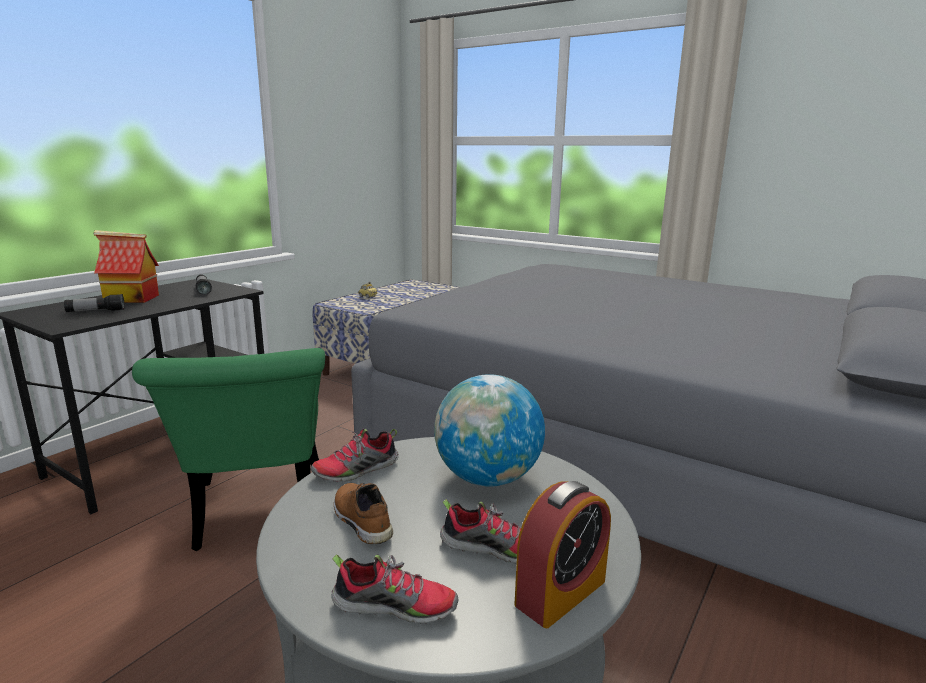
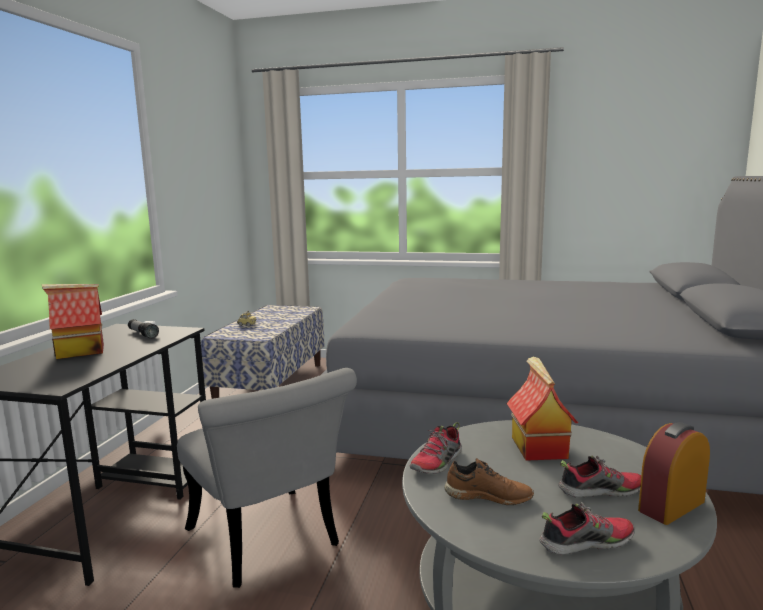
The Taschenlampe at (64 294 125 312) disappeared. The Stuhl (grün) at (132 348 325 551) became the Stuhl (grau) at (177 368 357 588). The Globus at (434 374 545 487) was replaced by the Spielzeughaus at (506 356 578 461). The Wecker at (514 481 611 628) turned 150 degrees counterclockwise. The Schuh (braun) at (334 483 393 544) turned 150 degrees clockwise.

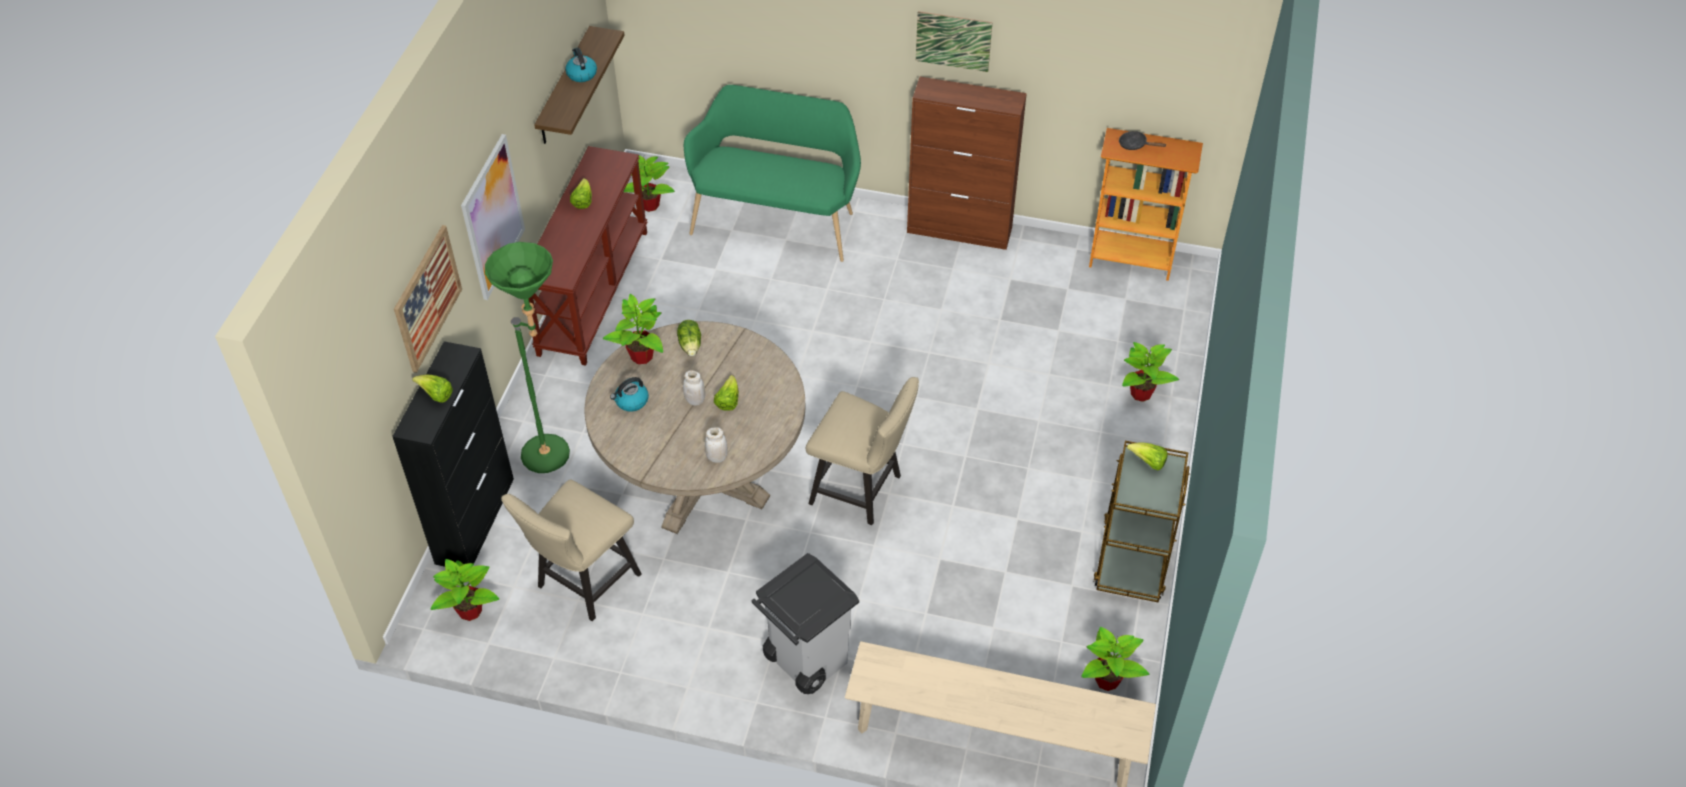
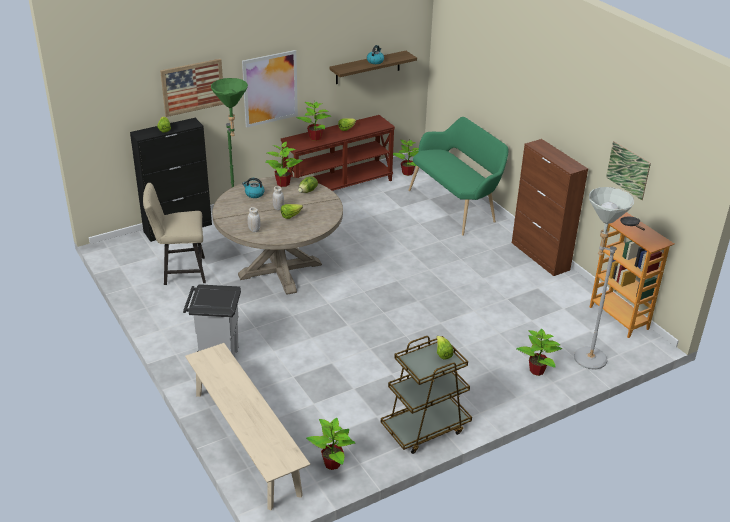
The Bild moved from (916 11 992 72) to (606 141 651 200). The Stuhl (beige) at (806 377 919 525) disappeared. The Topfpflanze moved from (431 559 499 621) to (296 102 331 141). The Stehlampe (grau) at (574 187 635 370) appeared.

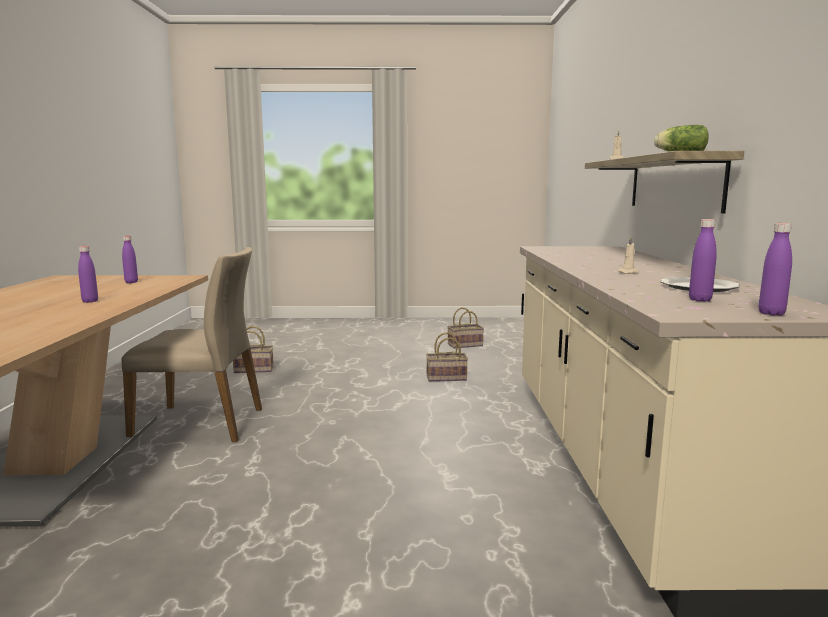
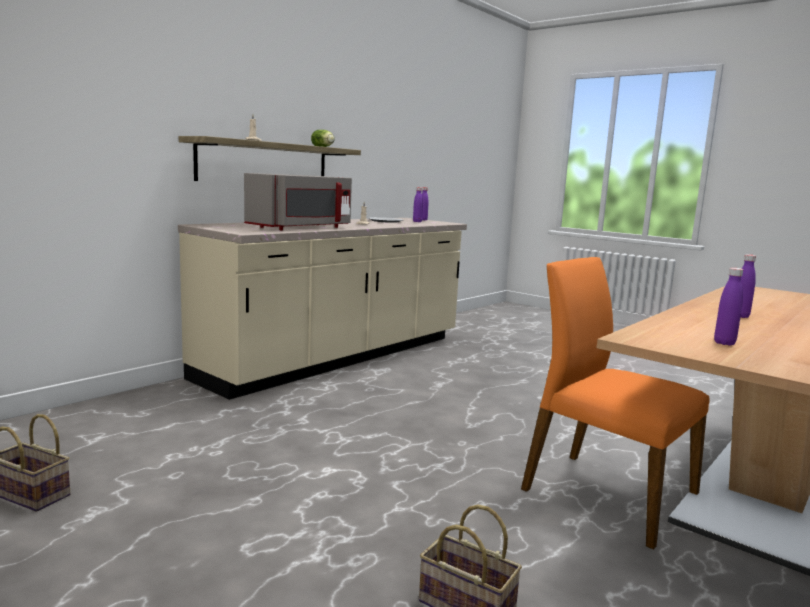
The Stuhl (beige) at (122 247 262 442) became the Stuhl (orange) at (521 257 709 550). The Korb at (426 332 468 382) disappeared. The Mikrowelle (grau) at (244 173 352 230) appeared.

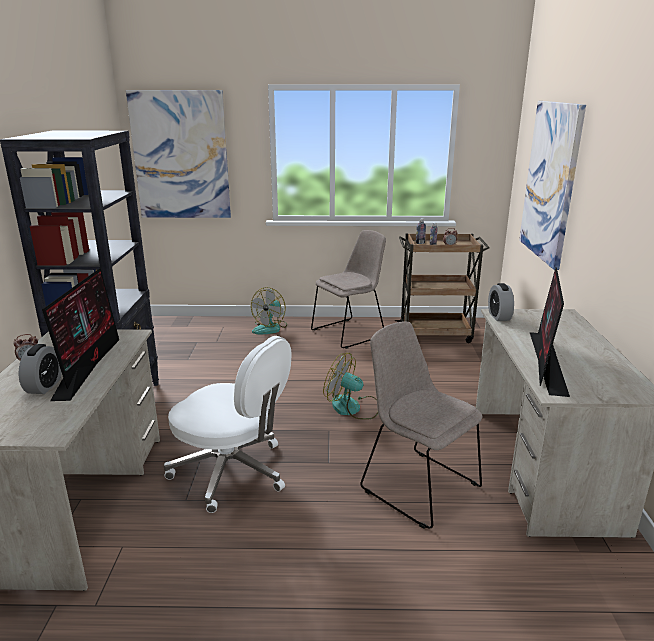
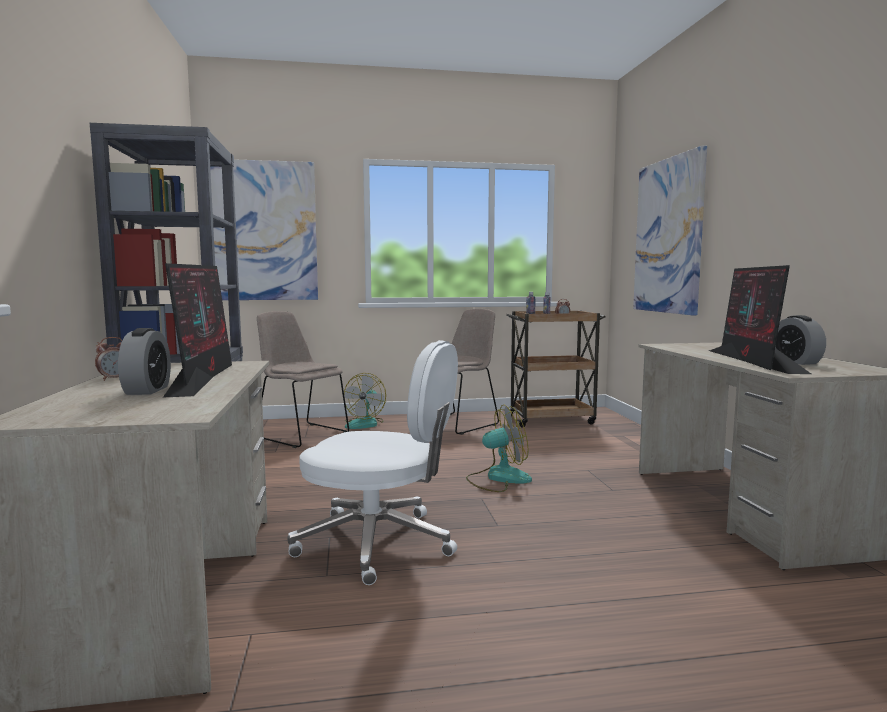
The Wecker moved from (488 283 514 321) to (775 315 826 365). The Stuhl (beige) moved from (360 322 482 529) to (257 311 349 448). The Ventilator at (323 353 378 420) turned 150 degrees clockwise.

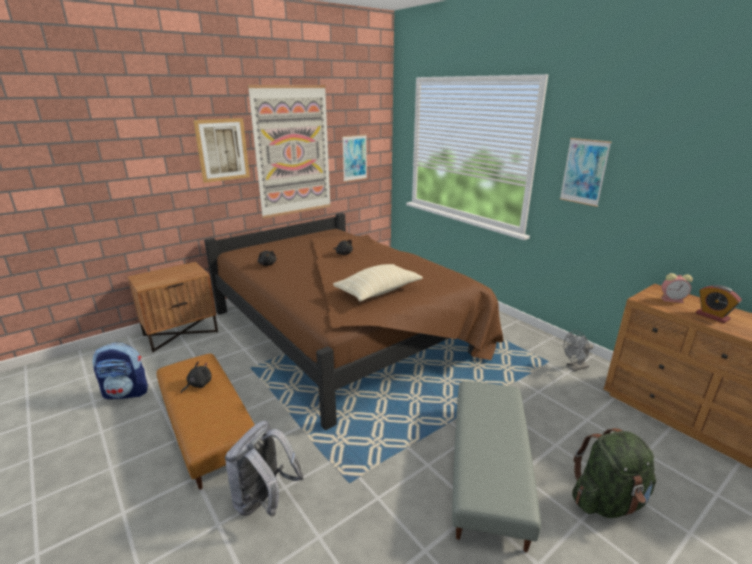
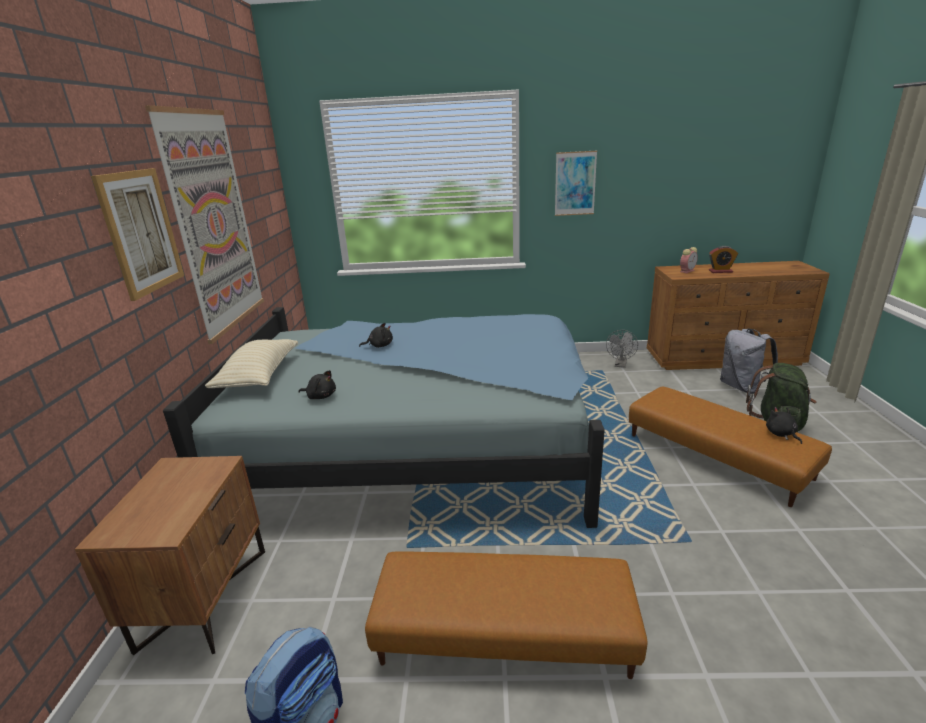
The Bild at (342 134 367 182) disappeared. The Bett (braun) at (204 213 503 430) became the Bett (blau) at (163 307 605 528). The Kissen (beige) moved from (333 264 423 301) to (205 339 298 388). The Plüschtier (schwarz) moved from (181 362 211 393) to (766 407 802 444). The Polsterhocker (grau) at (452 381 541 552) became the Polsterhocker (braun) at (629 387 832 507). The Rucksack (grau) moved from (225 421 304 517) to (720 329 778 394).

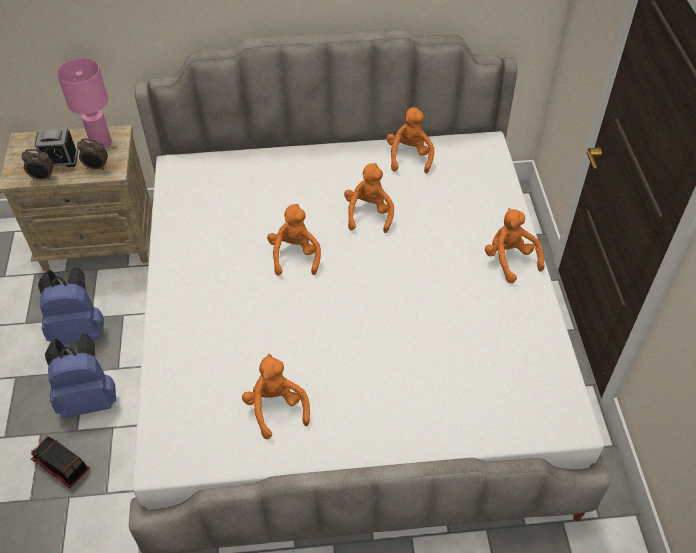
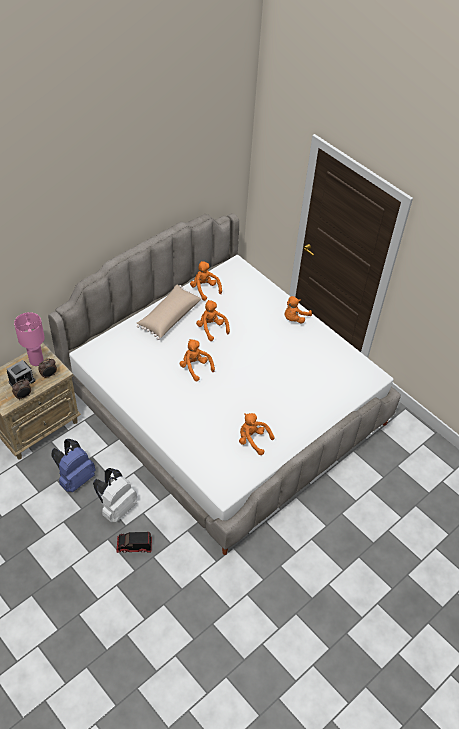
The Plüschtier (orange) at (485 208 545 283) turned 75 degrees counterclockwise. The Rucksack (blau) at (45 333 116 418) became the Rucksack (weiß) at (93 468 137 522). The Kissen (beige) at (137 285 202 340) appeared.

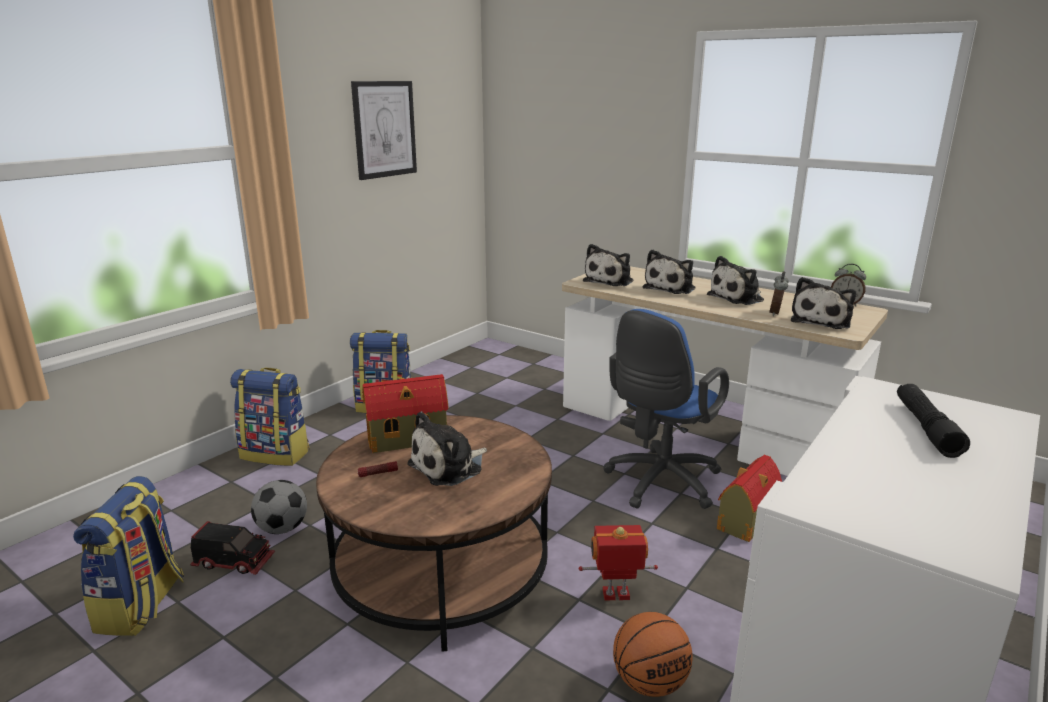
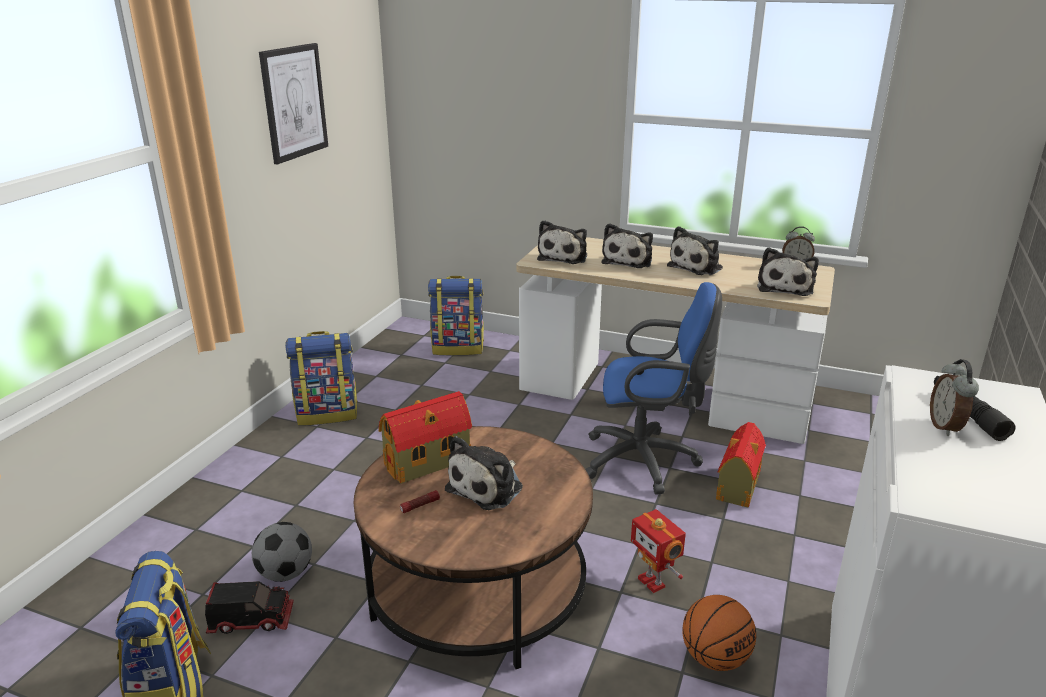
The Wecker moved from (769 271 789 316) to (930 359 979 436). The Bürostuhl (blau) at (603 309 729 509) turned 105 degrees counterclockwise. The Rucksack moved from (230 367 309 466) to (428 276 484 355). The Spielzeugroboter at (579 525 658 600) turned 105 degrees counterclockwise.

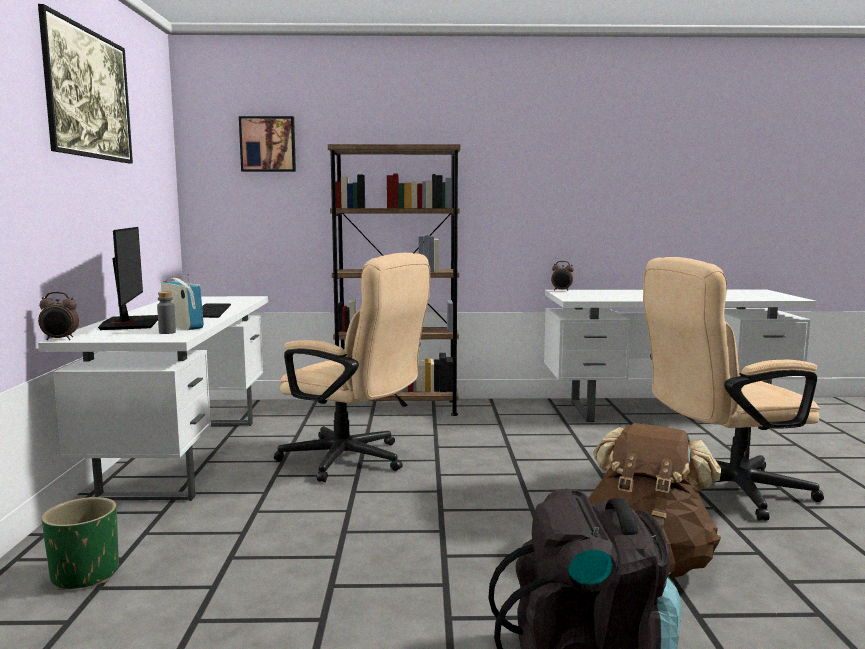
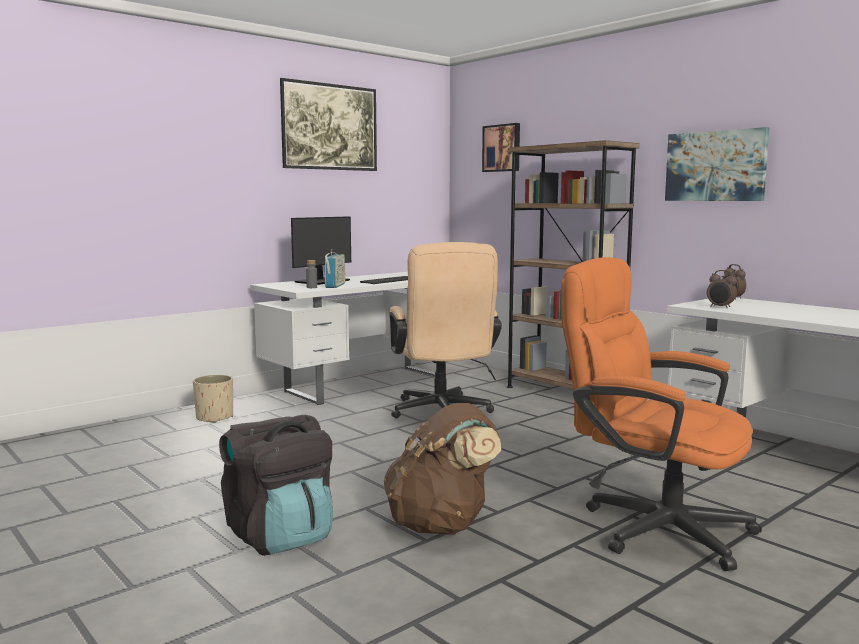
The Bürostuhl (beige) at (643 257 824 521) became the Bürostuhl (orange) at (561 257 762 571). The Wecker moved from (38 292 79 340) to (707 270 737 309). The Pflanzkübel (grün) at (42 497 119 590) became the Pflanzkübel (beige) at (193 375 233 423). The Bild at (665 127 769 201) appeared.

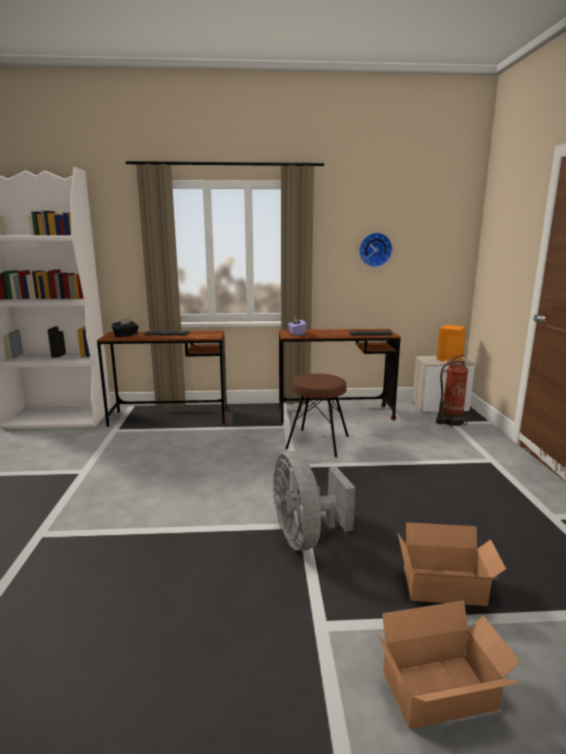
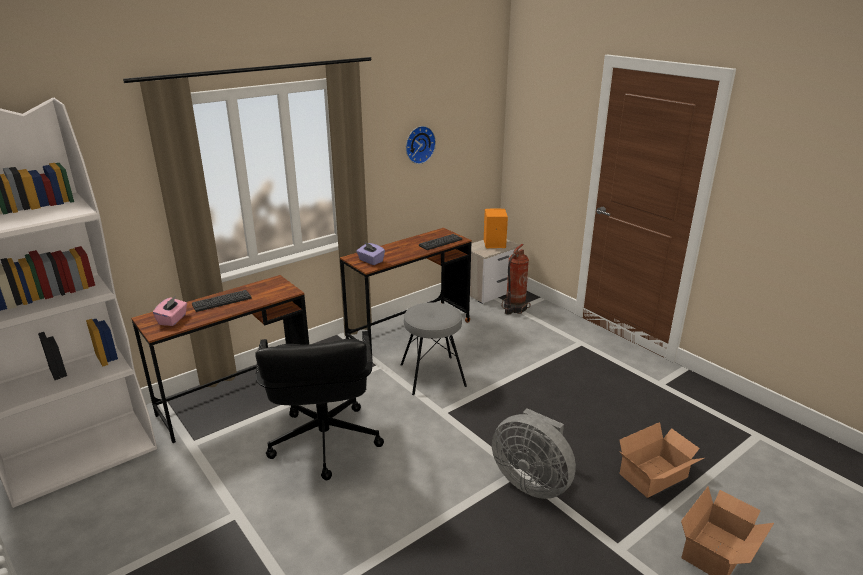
The Taschentuchbox (schwarz) at (111 318 139 337) became the Taschentuchbox (rosa) at (153 297 187 326). The Hocker (braun) at (285 373 349 457) became the Hocker (grau) at (401 302 467 395). The Bürostuhl (schwarz) at (255 331 384 480) appeared.

